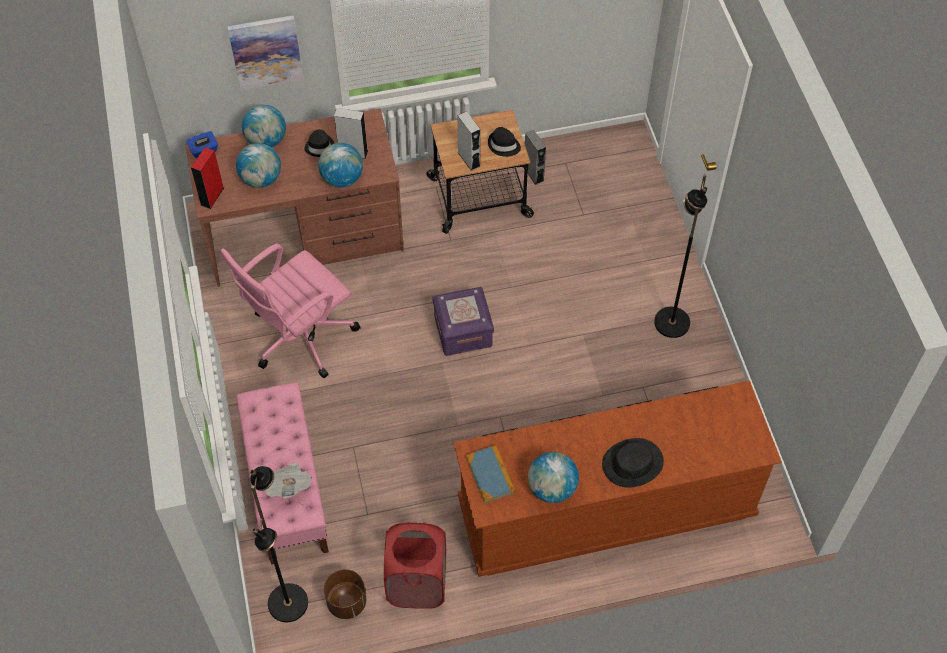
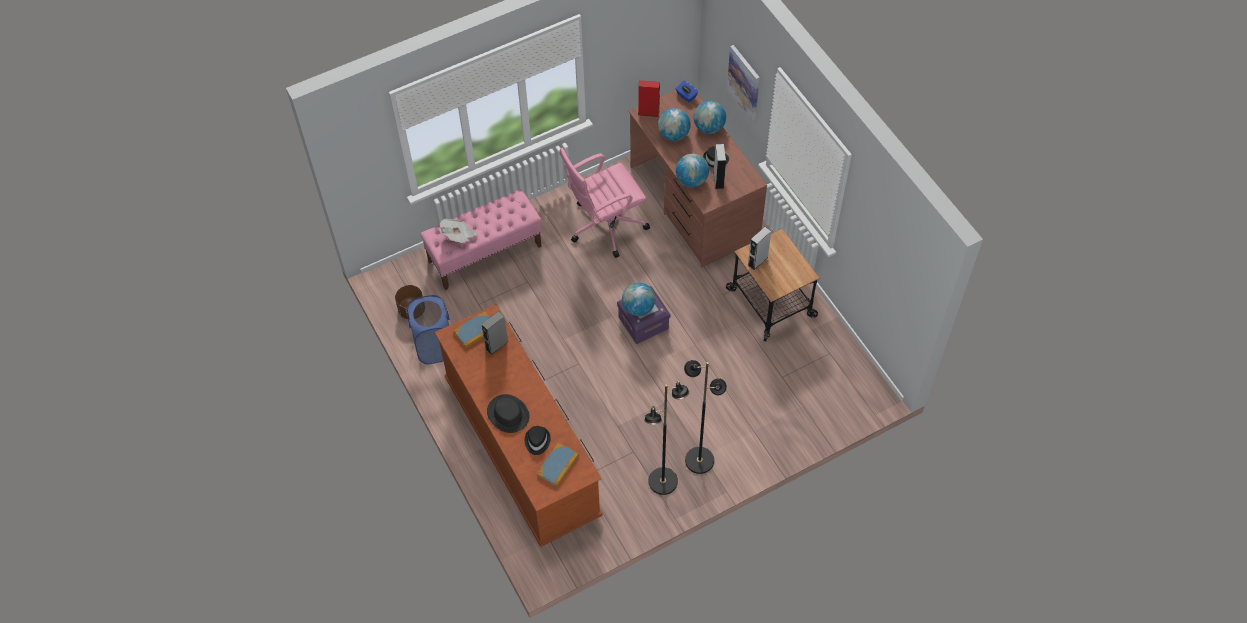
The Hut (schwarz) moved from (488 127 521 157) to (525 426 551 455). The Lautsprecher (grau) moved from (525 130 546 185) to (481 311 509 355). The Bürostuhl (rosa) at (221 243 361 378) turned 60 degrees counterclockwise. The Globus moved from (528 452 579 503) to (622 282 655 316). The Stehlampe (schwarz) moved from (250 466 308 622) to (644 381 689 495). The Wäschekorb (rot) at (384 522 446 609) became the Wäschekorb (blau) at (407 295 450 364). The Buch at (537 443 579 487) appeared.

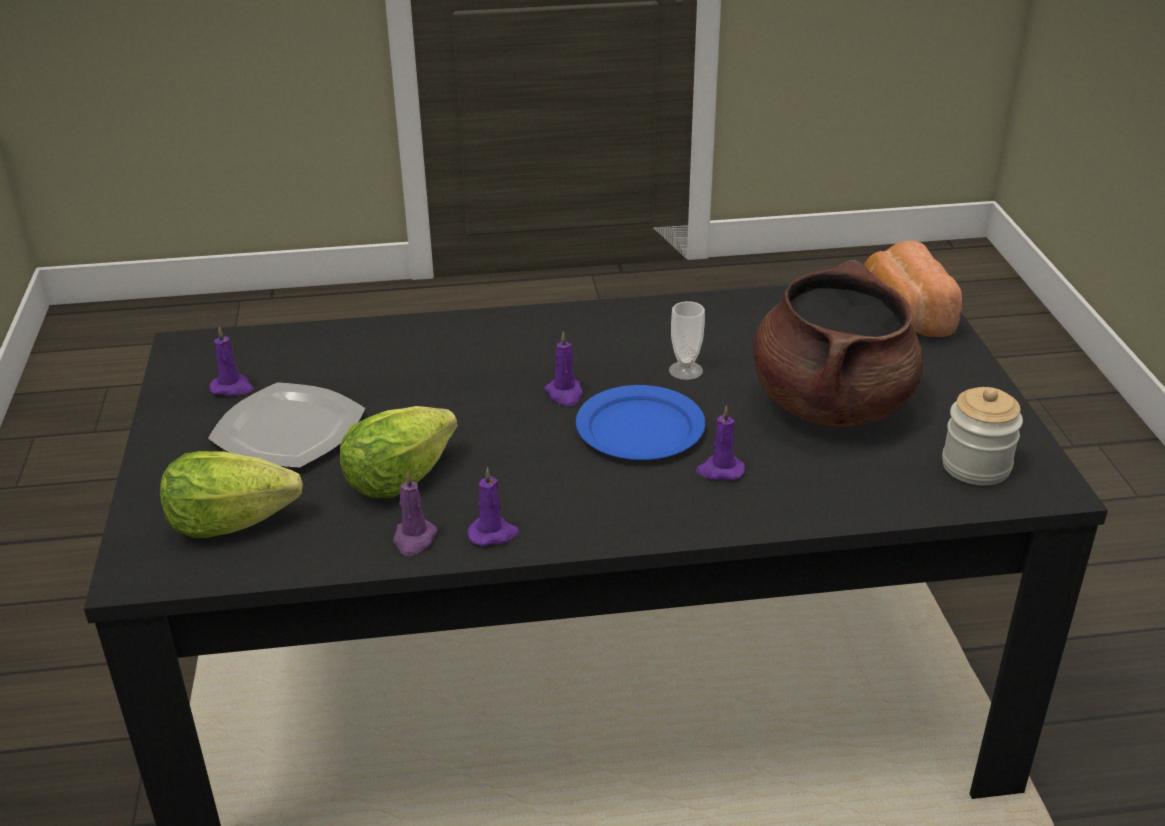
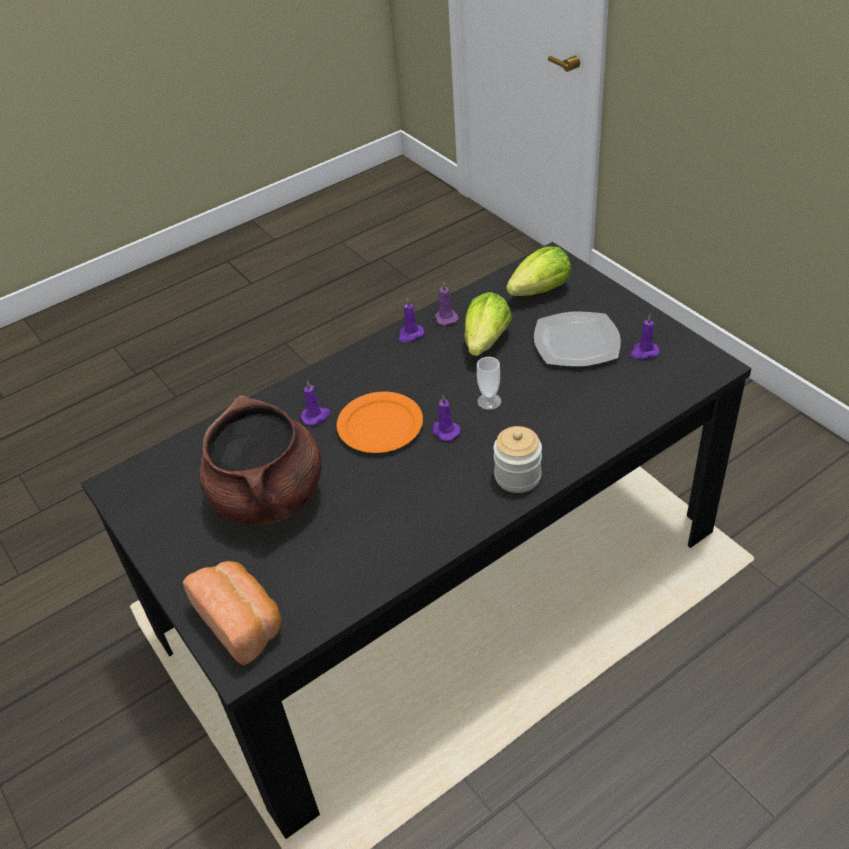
The Tasse moved from (669 301 705 380) to (477 357 501 410). The Teller (blau) at (576 385 706 460) became the Teller (orange) at (337 392 423 453). The Vorratsglas moved from (942 387 1023 486) to (493 426 542 493).

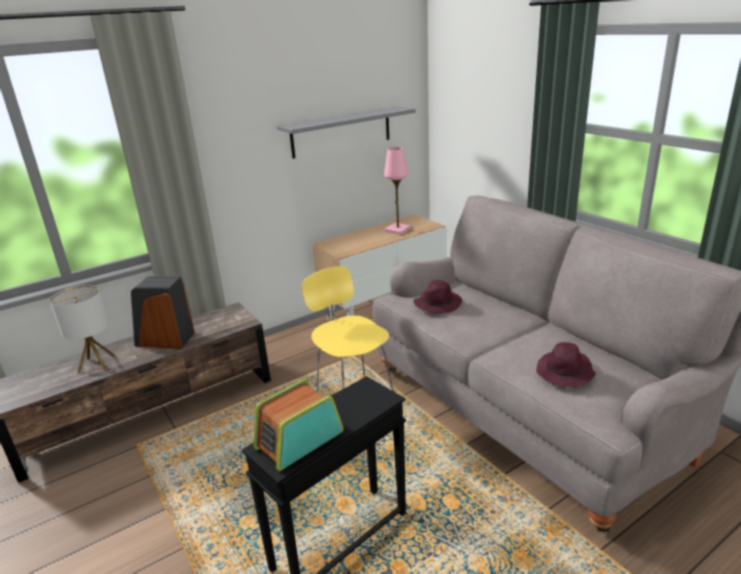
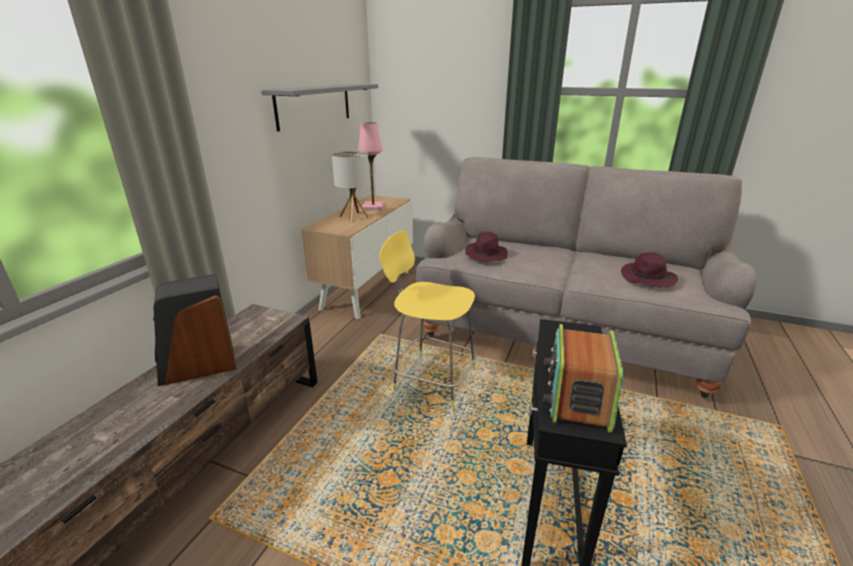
The Tischlampe moved from (50 285 116 374) to (332 151 370 222).

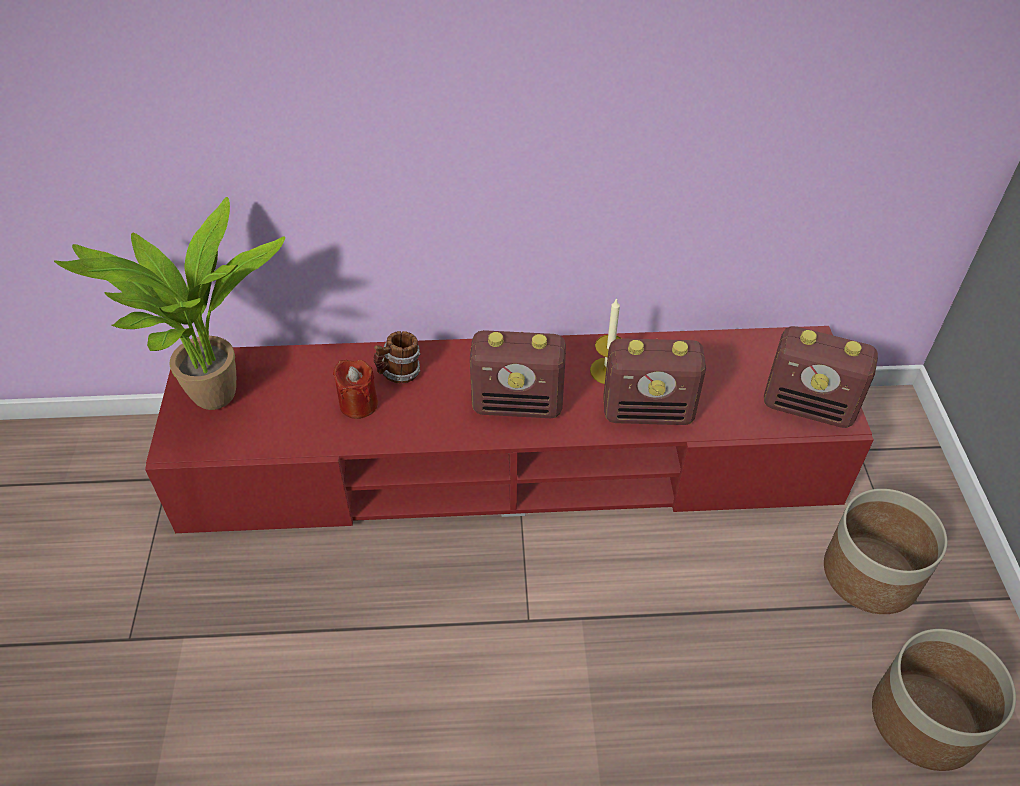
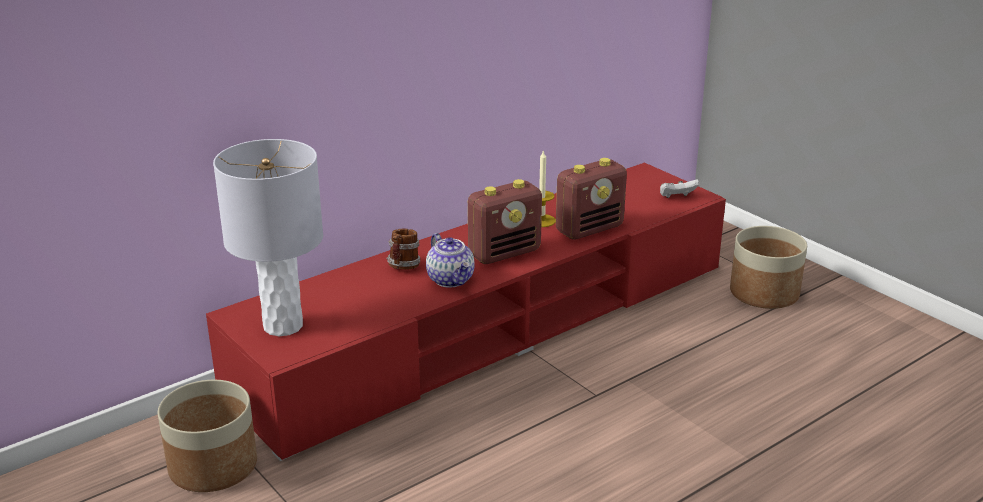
The Topfpflanze at (54 197 285 410) was replaced by the Tischlampe (grau) at (213 139 323 336). The Radio at (764 326 878 428) was replaced by the Gamepad (weiß) at (660 180 699 198). The Kerze (rot) at (333 360 378 419) disappeared. The Pflanzkübel moved from (872 629 1016 771) to (158 380 257 492). The Teekanne at (426 233 475 288) appeared.

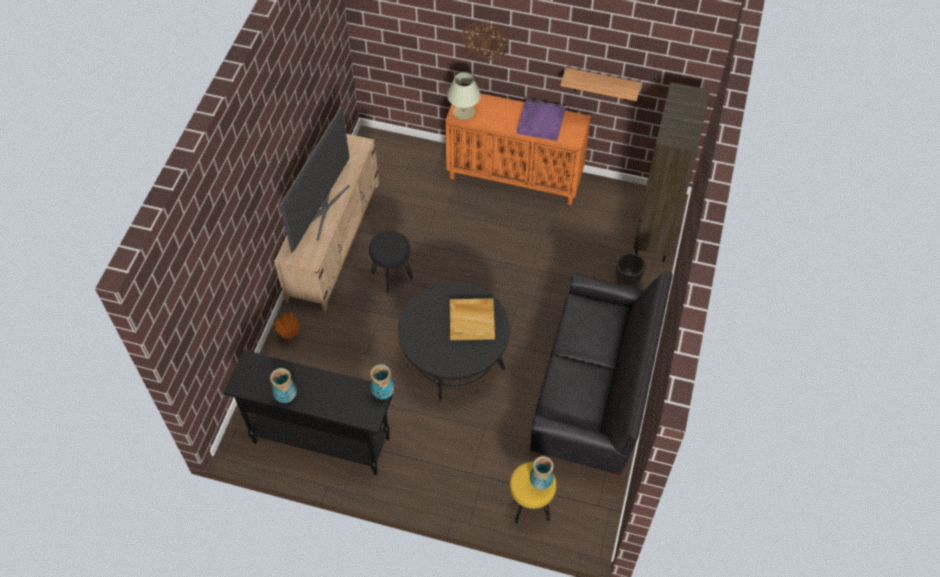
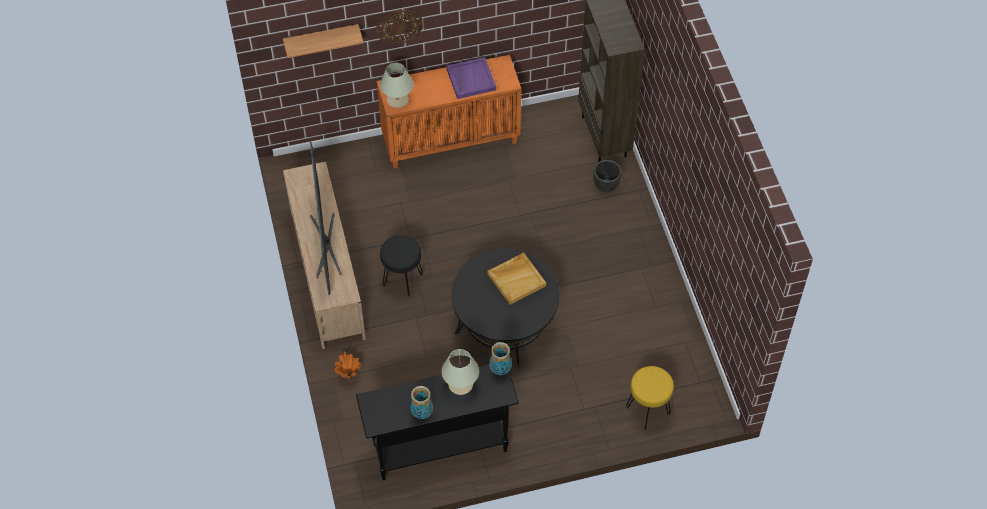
The Wandregal moved from (560 67 641 101) to (283 24 363 58). The Sofa (schwarz) at (530 271 673 478) disappeared. The Vase at (530 456 554 490) disappeared. The Tischlampe (beige) at (441 349 479 395) appeared.

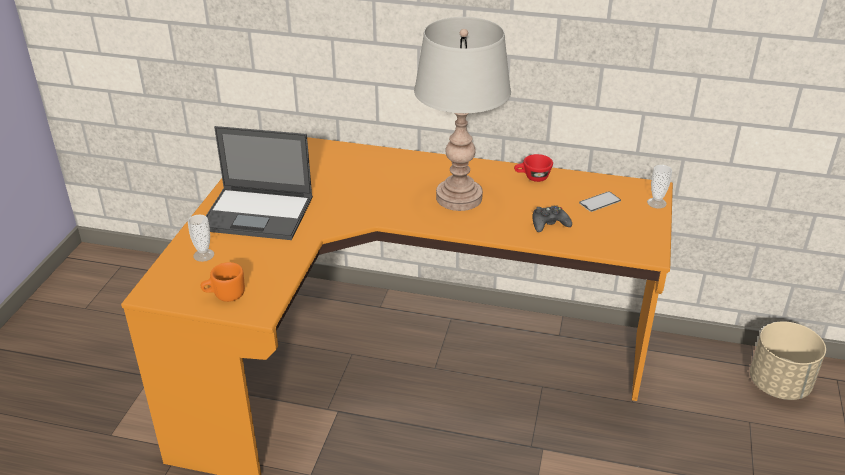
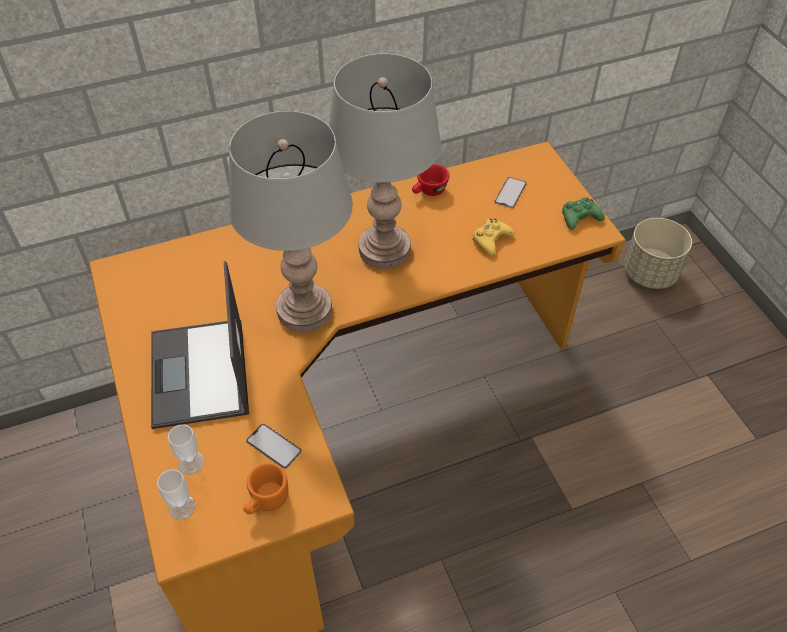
The Laptop at (206 126 313 240) turned 105 degrees clockwise. The Tasse moved from (647 165 672 208) to (157 469 196 520). The Gamepad (schwarz) at (532 205 572 232) became the Gamepad (gelb) at (473 218 515 256). The Tischlampe (grau) at (229 111 353 332) appeared. The Gamepad (grün) at (562 198 605 230) appeared. The Handy at (246 424 302 469) appeared.

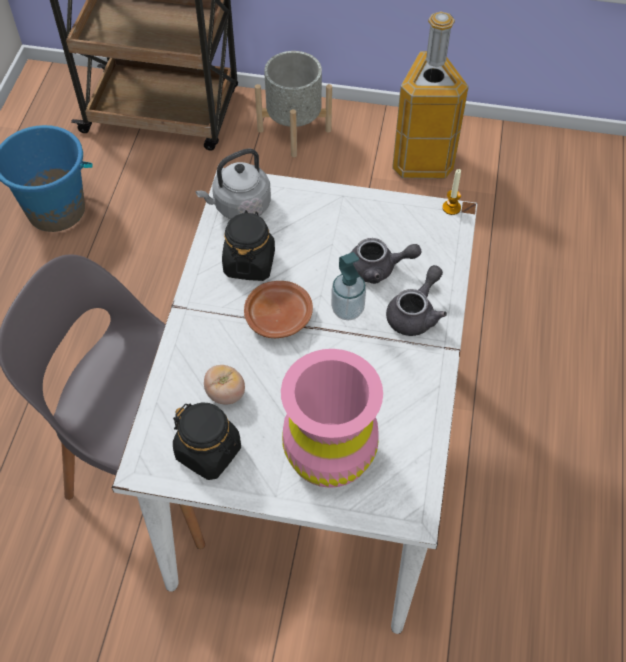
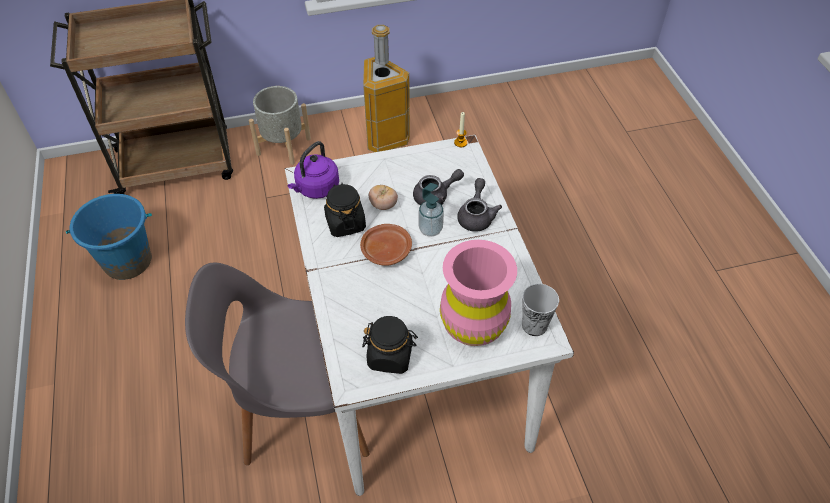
The Wasserkessel (grau) at (196 148 271 219) became the Wasserkessel (lila) at (288 141 339 199). The Tomate moved from (204 365 245 405) to (369 185 398 210). The Tasse at (522 284 559 336) appeared.

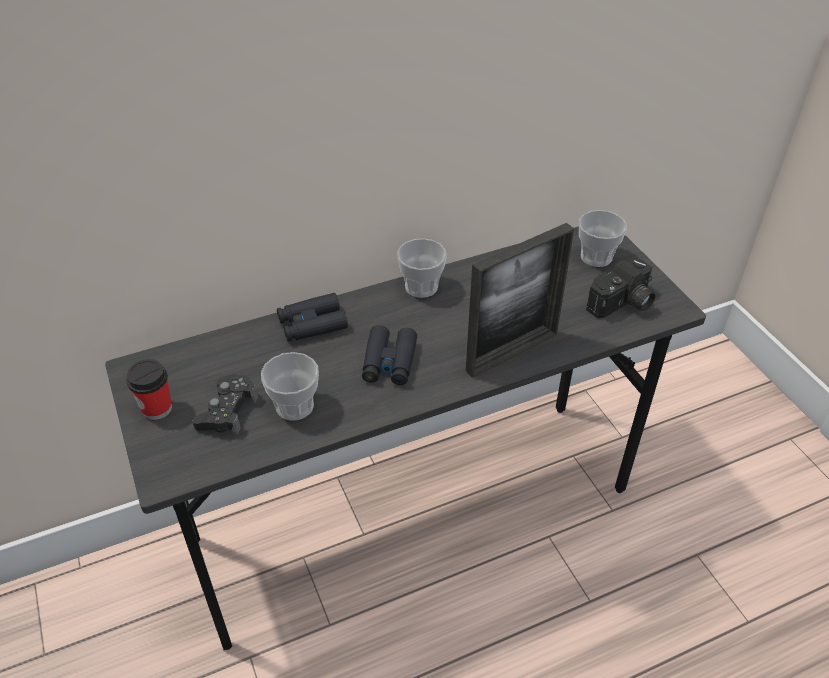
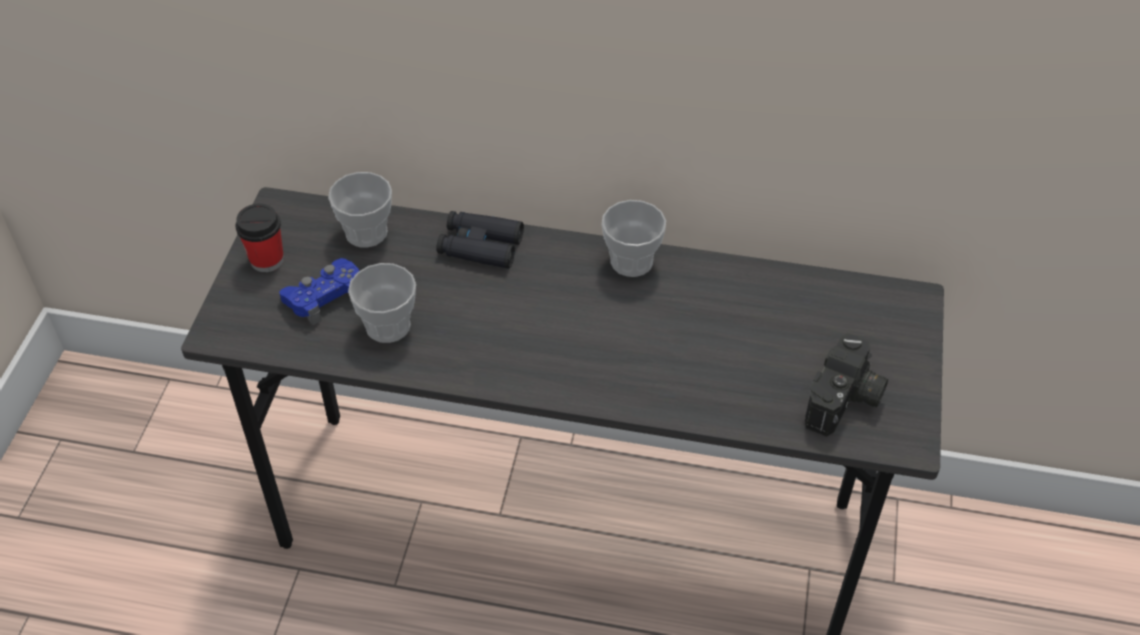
The Tasse moved from (579 210 627 267) to (328 172 392 247). The Bilderrahmen at (466 223 574 378) disappeared. The Kamera at (586 259 656 318) turned 60 degrees counterclockwise. The Fernglas (schwarz) at (362 325 417 385) disappeared. The Gamepad (schwarz) at (193 374 258 434) became the Gamepad (blau) at (279 258 359 326).

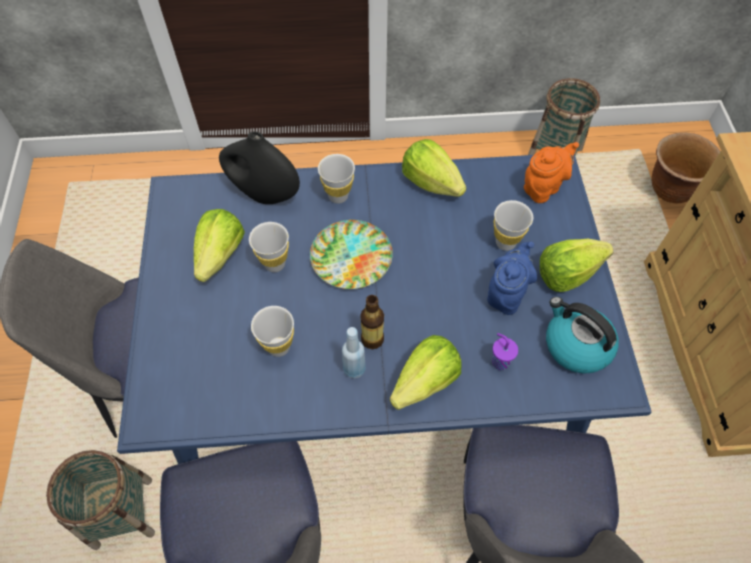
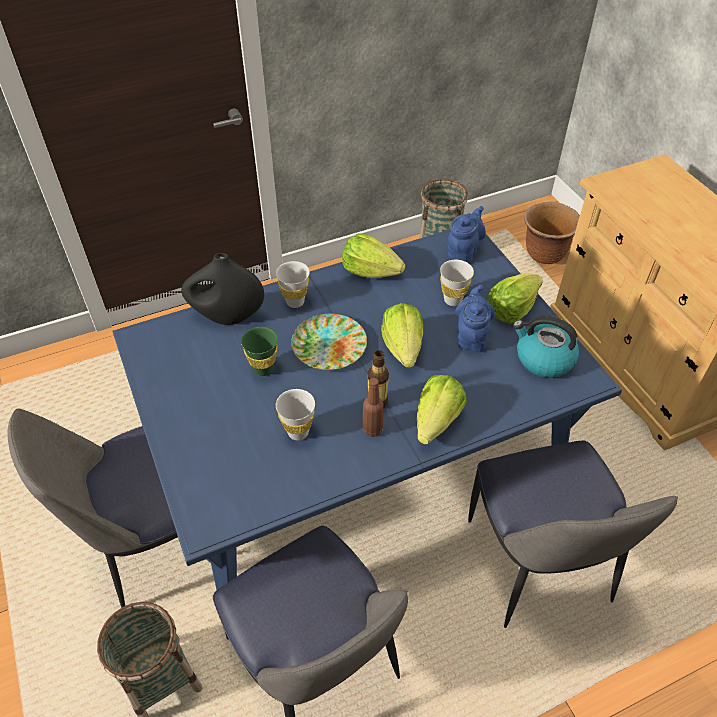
The Teekanne (orange) at (524 142 579 203) became the Teekanne (blau) at (448 206 486 263). The Salatkopf moved from (194 209 245 282) to (381 303 423 368). The Tasse (weiß) at (249 222 289 272) became the Tasse (grün) at (241 327 278 376). The Flasche (blau) at (342 327 366 378) became the Flasche (braun) at (362 378 383 437). The Tasse (lila) at (492 333 518 370) disappeared.

